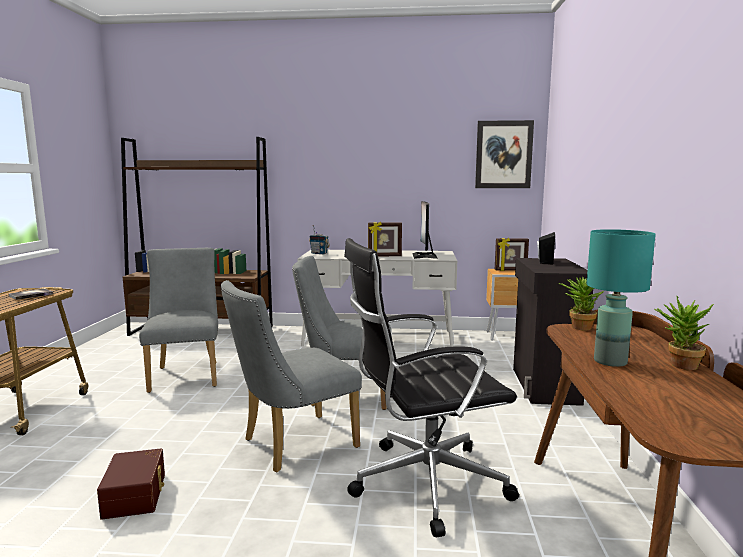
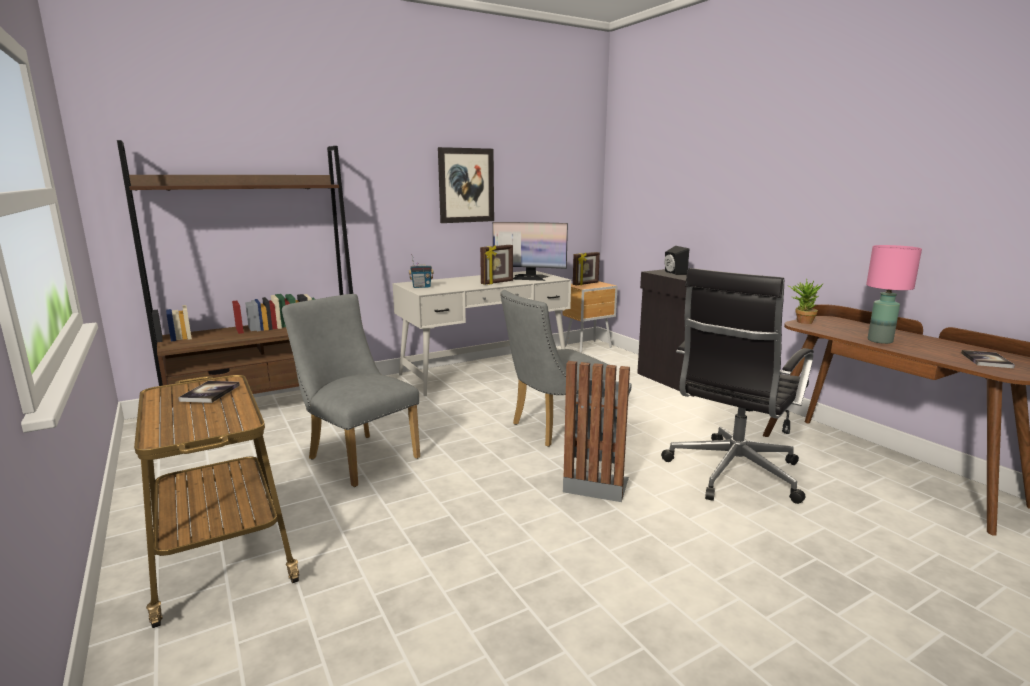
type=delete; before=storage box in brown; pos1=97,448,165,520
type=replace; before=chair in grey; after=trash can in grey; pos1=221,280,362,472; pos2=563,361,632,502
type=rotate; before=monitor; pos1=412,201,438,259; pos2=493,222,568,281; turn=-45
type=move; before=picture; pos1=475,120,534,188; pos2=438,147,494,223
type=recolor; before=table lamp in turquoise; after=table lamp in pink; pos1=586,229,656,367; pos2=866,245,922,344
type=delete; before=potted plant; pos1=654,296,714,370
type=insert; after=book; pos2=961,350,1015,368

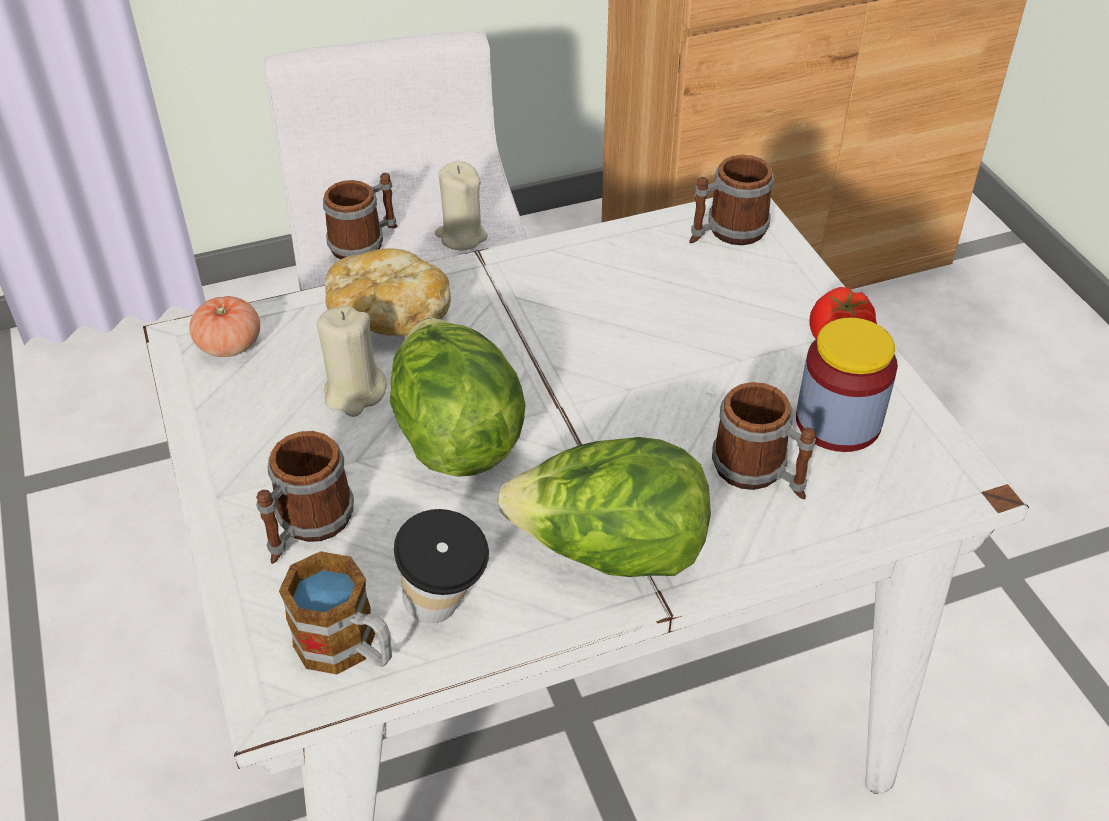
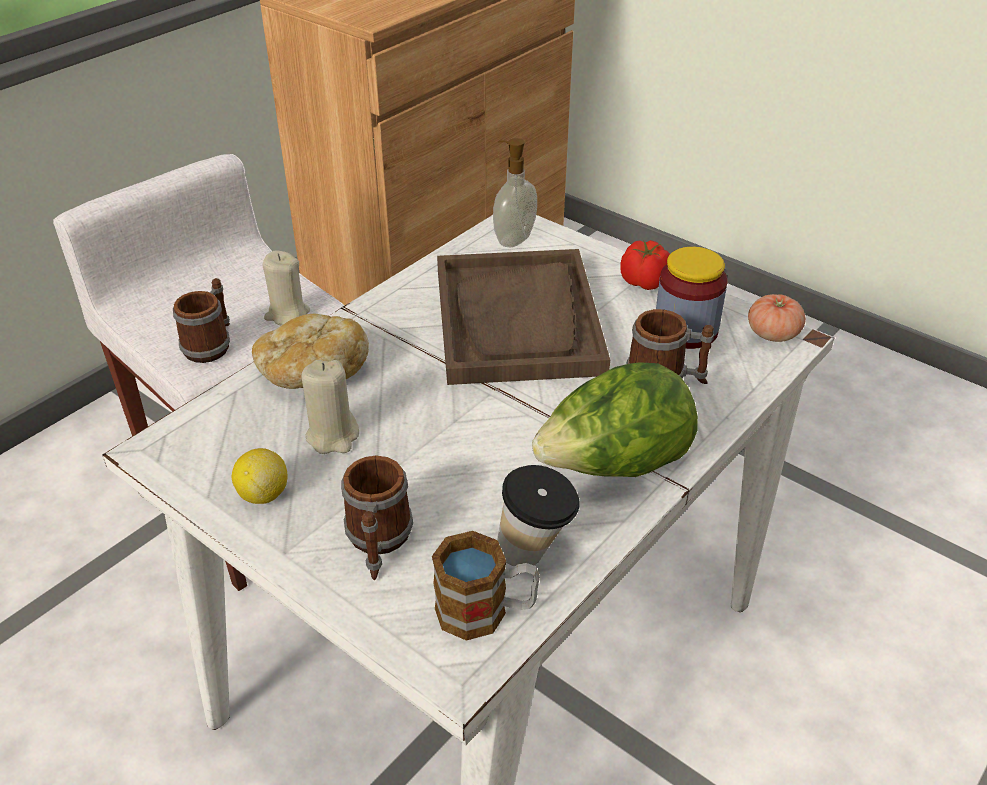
type=move; before=tomato; pos1=189,296,260,357; pos2=748,294,806,342
type=delete; before=lettuce; pos1=390,318,526,477
type=replace; before=mug; after=soap dispenser; pos1=689,155,774,245; pos2=493,138,537,247
type=insert; after=lemon; pos2=232,448,288,504
type=insert; after=tray in brown; pos2=437,249,610,385

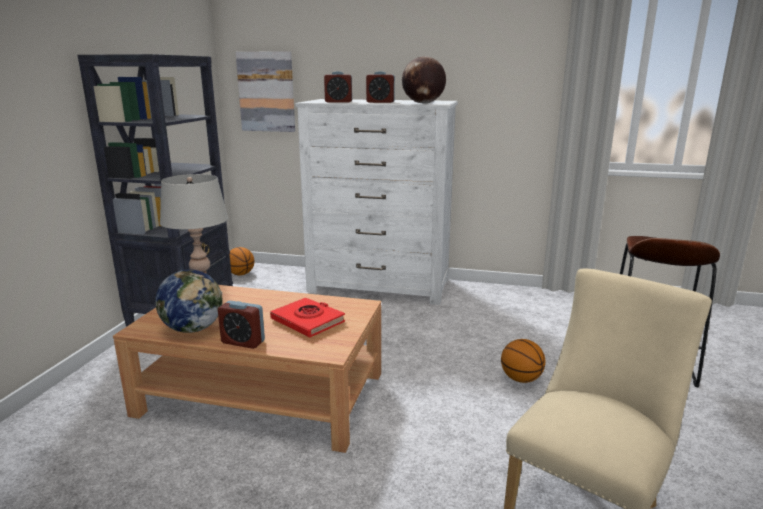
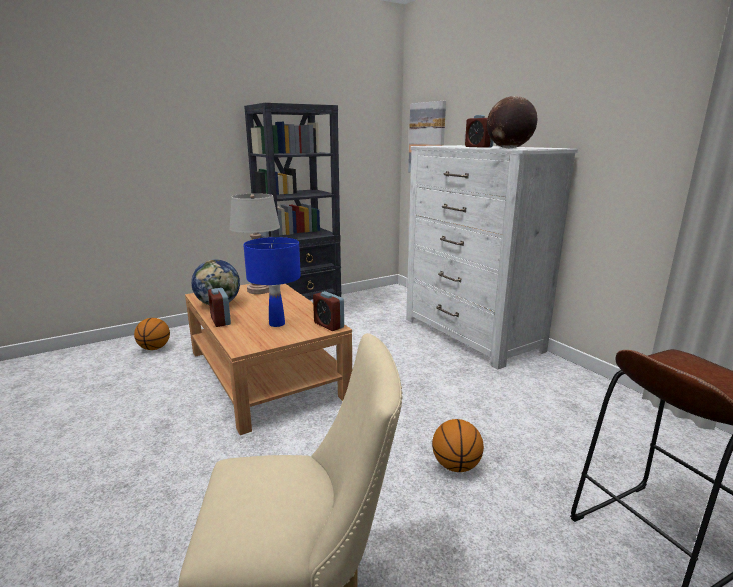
type=move; before=basketball; pos1=230,247,254,276; pos2=134,318,170,350
type=replace; before=book in red; after=table lamp in blue; pos1=270,298,345,337; pos2=243,237,301,327
type=move; before=alarm clock; pos1=324,71,352,103; pos2=313,291,344,331

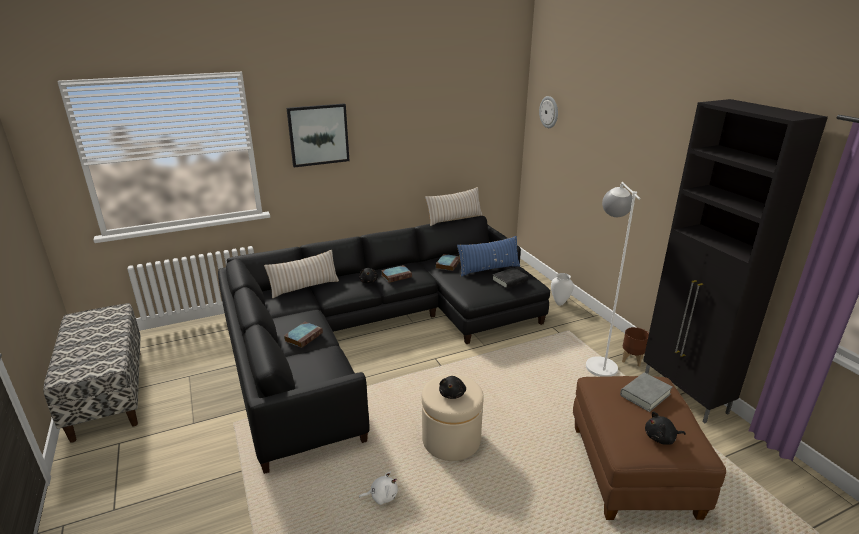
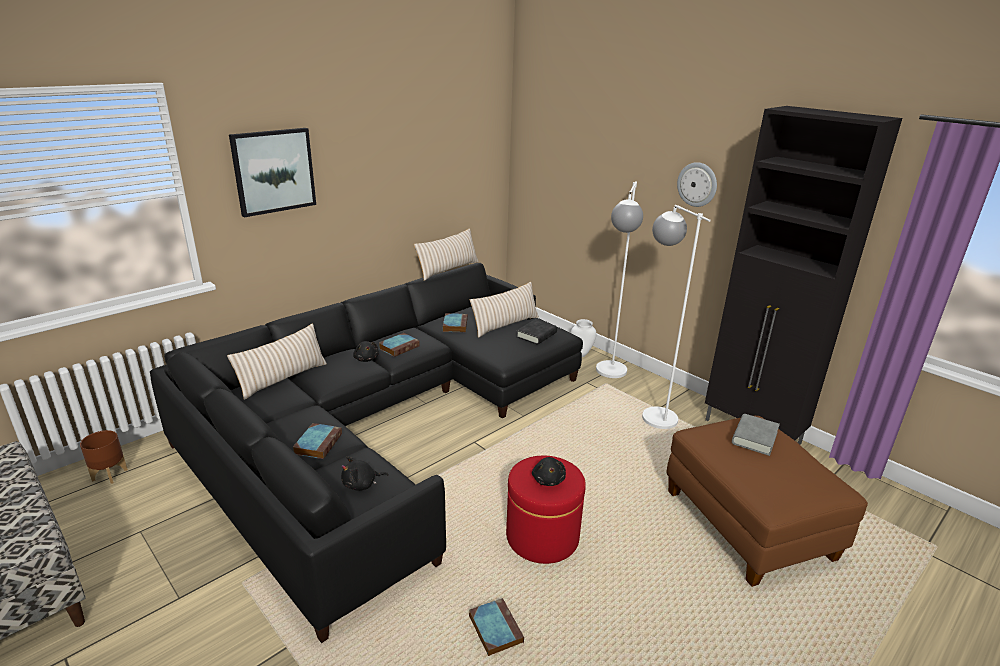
type=replace; before=plush toy in white; after=book; pos1=359,472,398,505; pos2=469,598,524,656
type=recolor; before=ottoman in beige; after=ottoman in red; pos1=422,375,484,461; pos2=506,456,586,564
type=recolor; before=pillow in blue; after=pillow in beige; pos1=457,236,520,277; pos2=470,282,539,338
type=move; before=wall clock; pos1=539,96,558,128; pos2=677,162,717,207
type=move; before=planter in brown; pos1=622,327,649,367; pos2=80,430,128,484
type=move; before=plush toy in black; pos1=645,411,686,445; pos2=341,456,388,491
type=insert; after=floor lamp in white; pos2=596,181,643,378

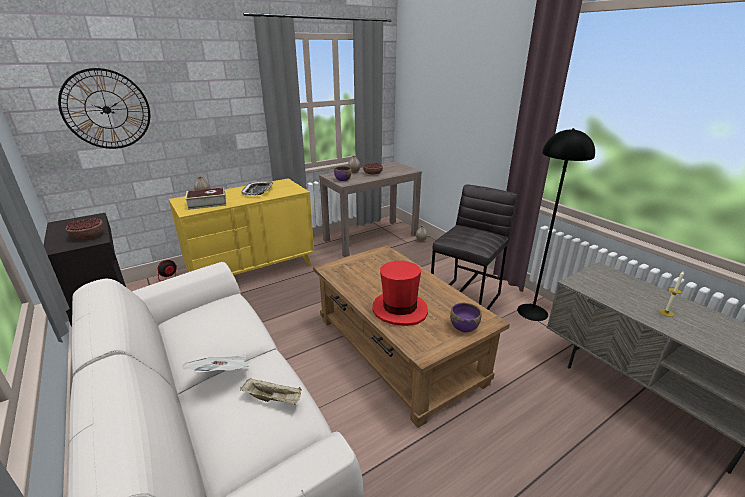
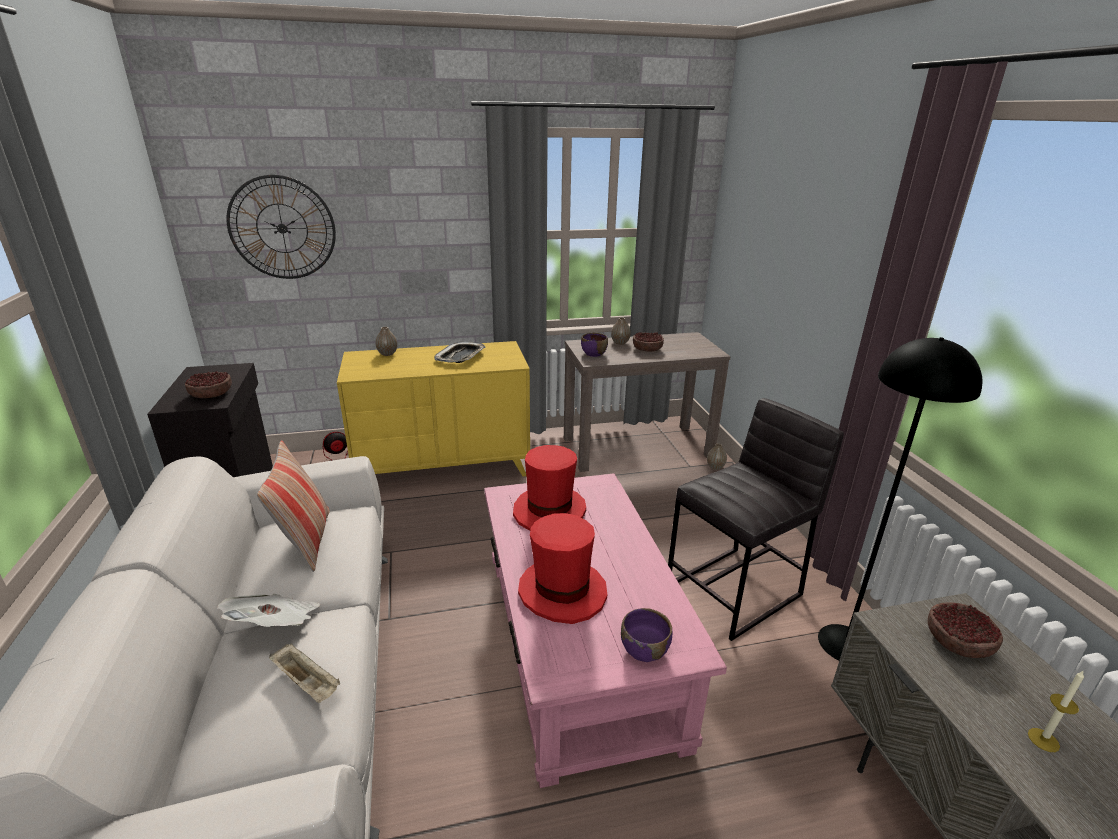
type=delete; before=book; pos1=185,187,227,210
type=recolor; before=coffee table in brown; after=coffee table in pink; pos1=313,245,510,428; pos2=484,473,727,788
type=insert; after=pillow; pos2=257,440,330,572
type=insert; after=hat in red; pos2=513,445,586,531
type=insert; after=bowl; pos2=928,602,1003,658

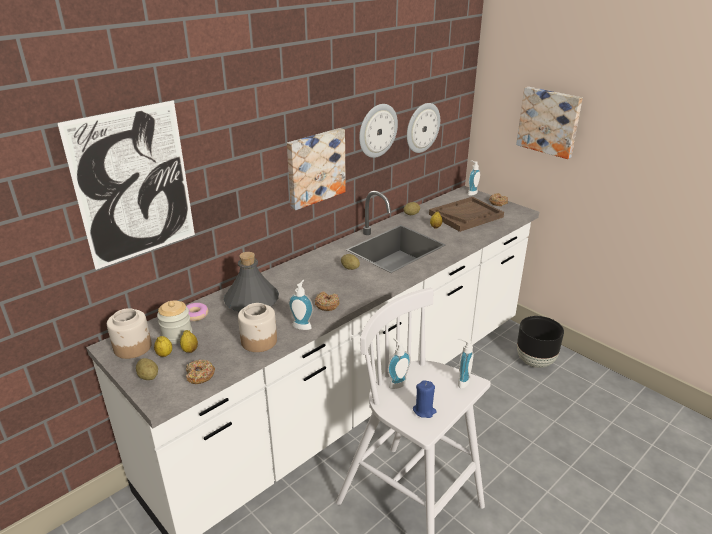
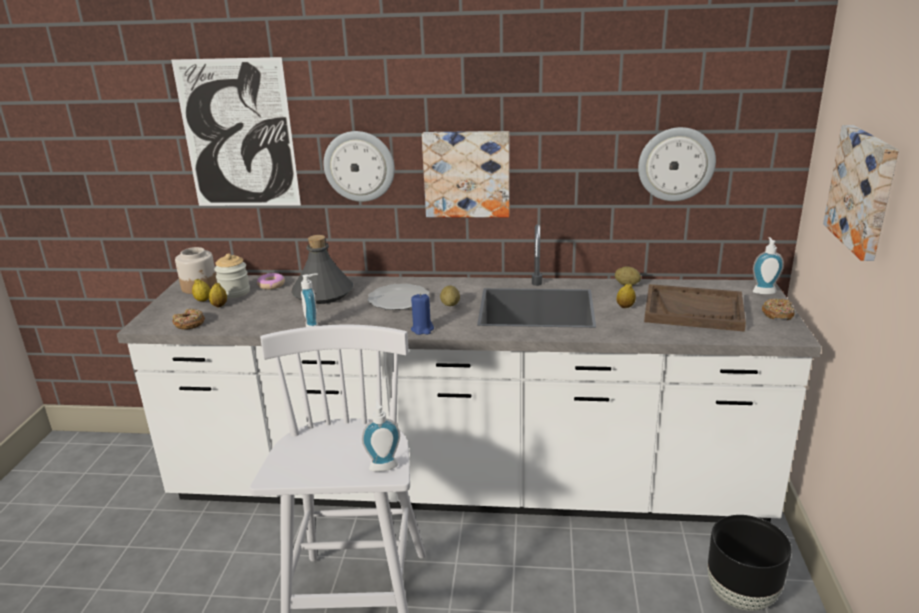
type=delete; before=potato; pos1=136,358,158,380
type=delete; before=jar; pos1=238,303,277,352
type=delete; before=donut; pos1=315,291,340,311
type=move; before=wall clock; pos1=359,104,398,158; pos2=324,131,395,202
type=delete; before=soap dispenser; pos1=388,338,411,389
type=move; before=candle in blue; pos1=413,380,437,418; pos2=411,293,434,335
type=insert; after=plate; pos2=367,283,429,310

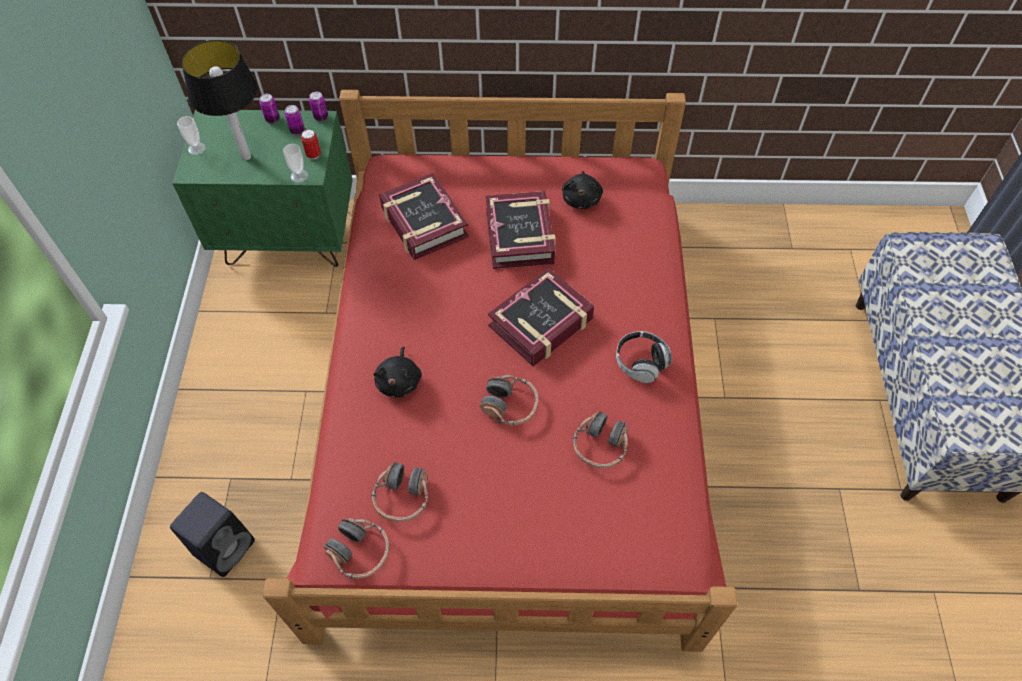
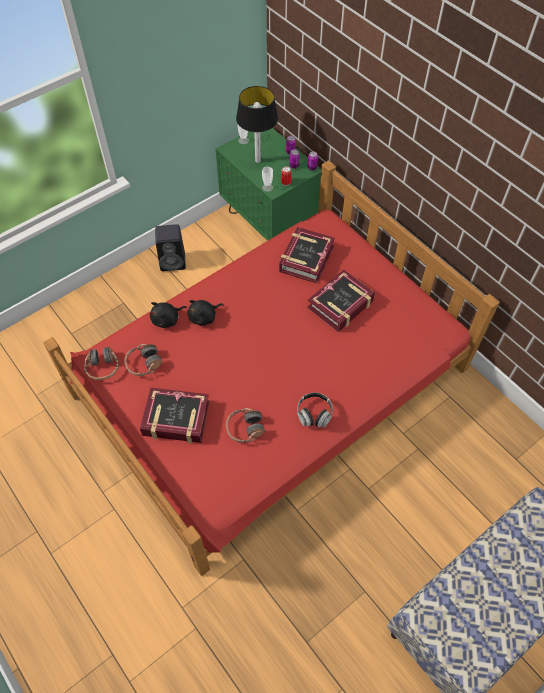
type=move; before=speaker in black; pos1=170,492,255,577; pos2=155,224,186,271
type=delete; before=headphones; pos1=480,375,538,426
type=move; before=book; pos1=488,268,595,367; pos2=140,388,210,443
type=move; before=plush toy in black; pos1=562,171,603,209; pos2=150,302,187,328

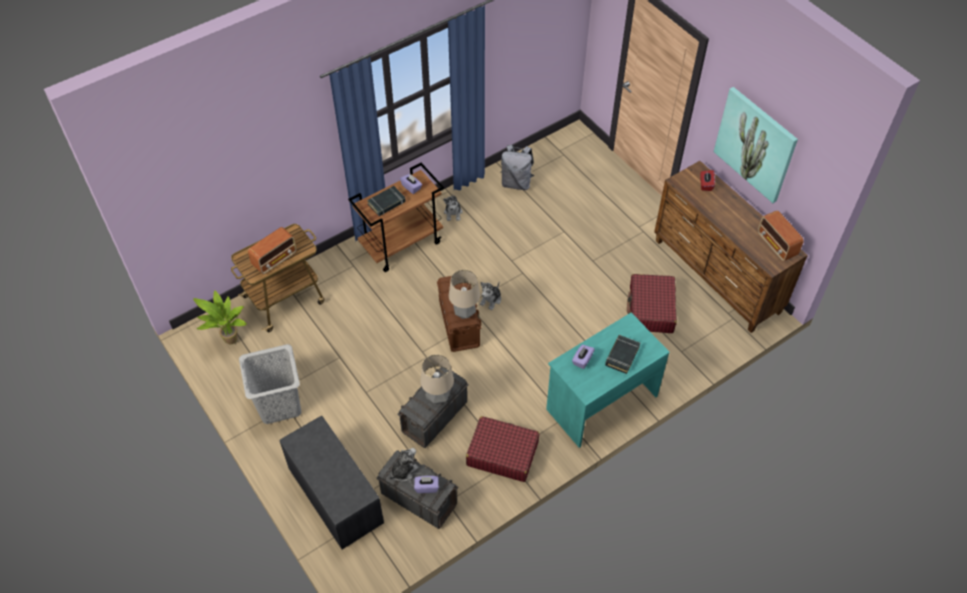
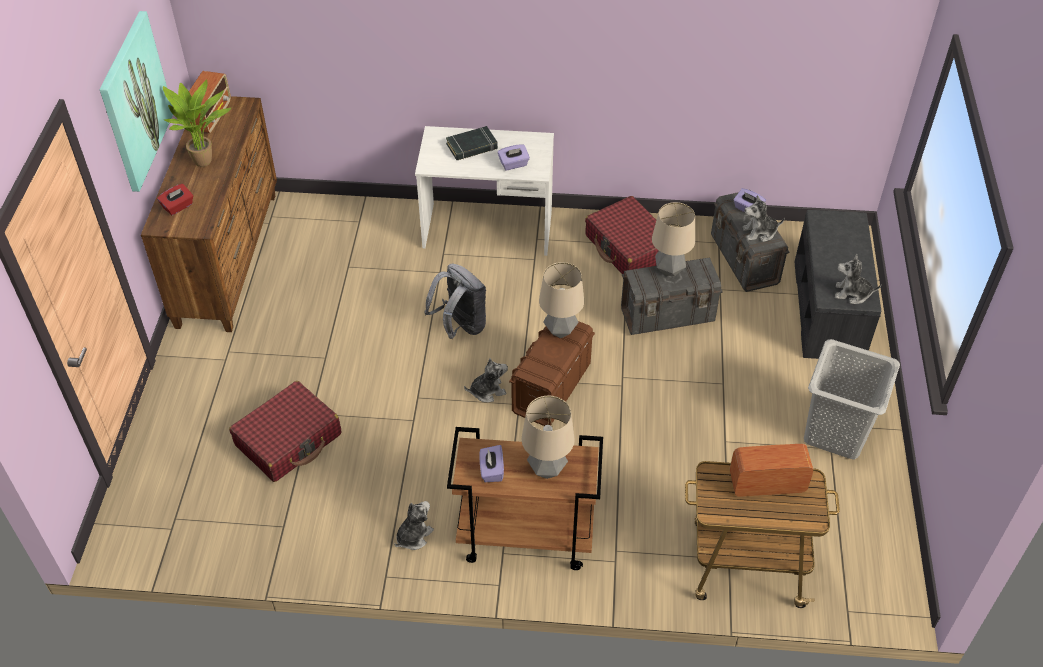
type=move; before=potted plant; pos1=193,290,247,344; pos2=163,79,231,167
type=replace; before=book in black; after=table lamp; pos1=367,186,406,216; pos2=522,396,575,479
type=move; before=backpack in grey; pos1=500,145,534,190; pos2=424,264,486,339
type=recolor; before=desk in turquoise; after=desk in white; pos1=546,313,670,448; pos2=415,126,554,256
type=move; before=suitcase in red; pos1=627,274,677,333; pos2=229,381,342,482
type=insert; after=plush toy; pos2=835,254,881,304

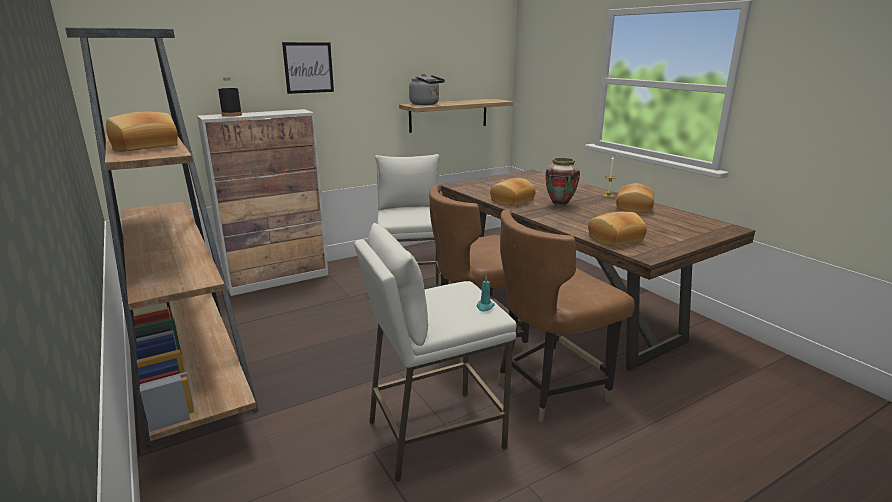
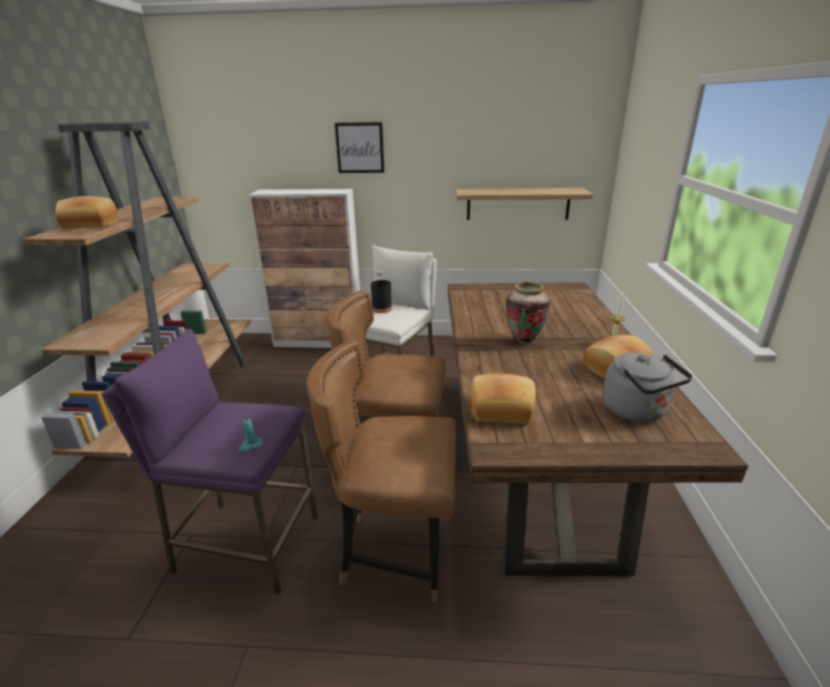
type=move; before=bottle in black; pos1=218,77,242,117; pos2=371,271,392,313
type=recolor; before=stool in white; after=stool in purple; pos1=354,223,517,482; pos2=102,329,318,595
type=move; before=kettle in grey; pos1=409,74,445,105; pos2=603,353,692,422
type=delete; before=bread; pos1=490,178,536,206

